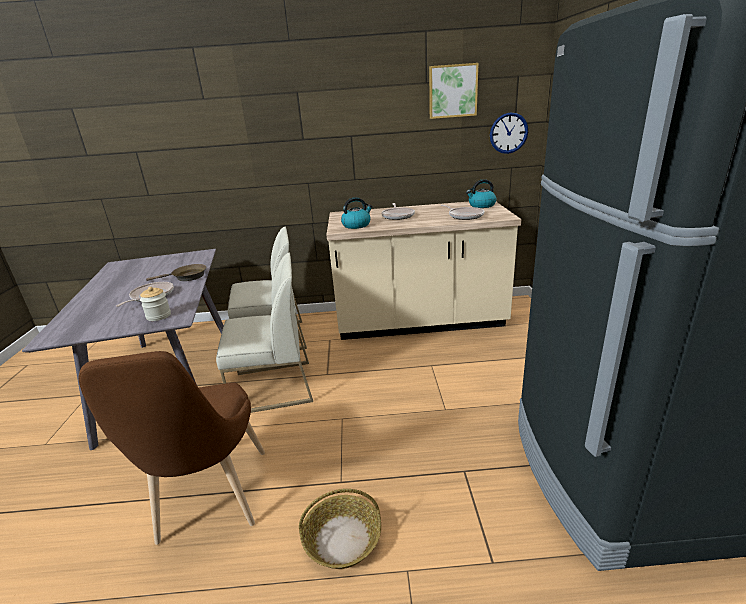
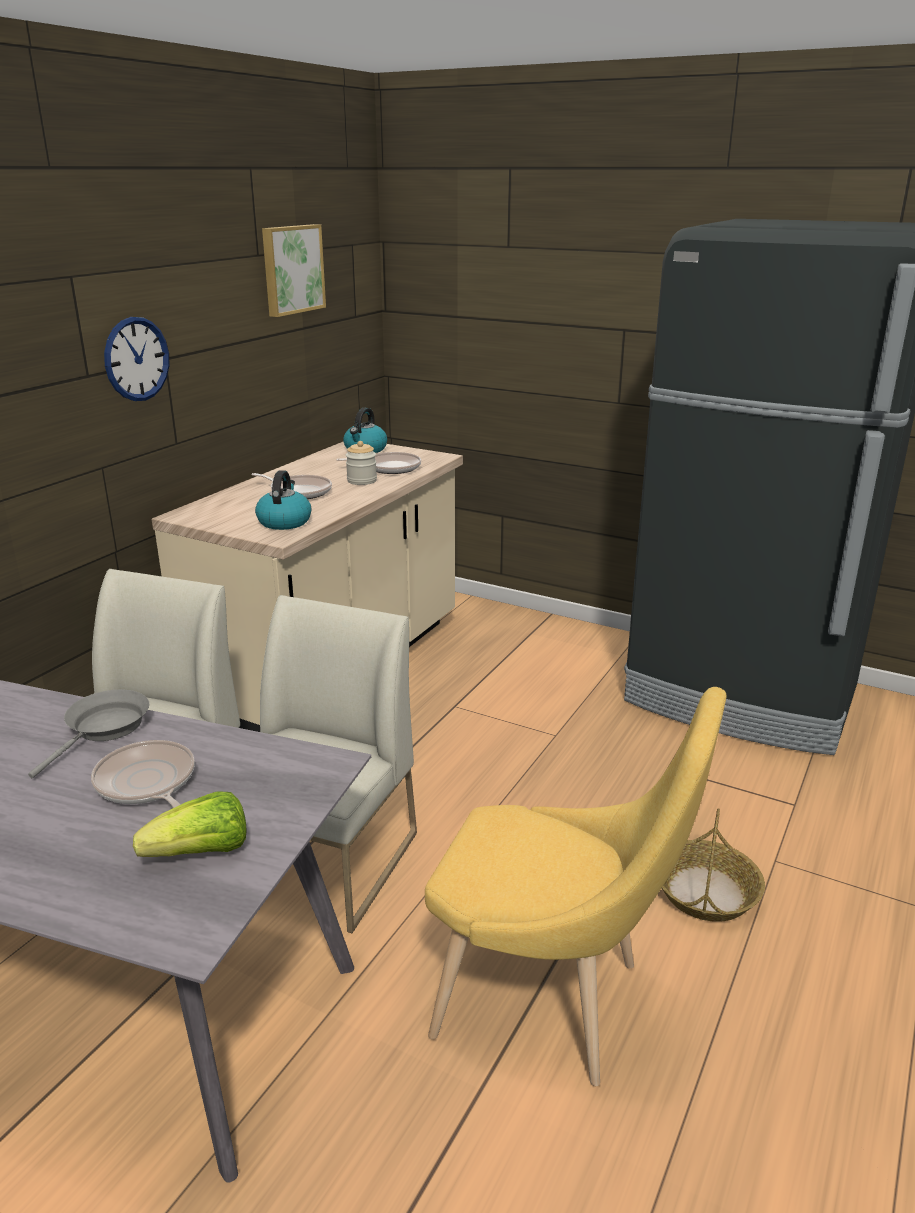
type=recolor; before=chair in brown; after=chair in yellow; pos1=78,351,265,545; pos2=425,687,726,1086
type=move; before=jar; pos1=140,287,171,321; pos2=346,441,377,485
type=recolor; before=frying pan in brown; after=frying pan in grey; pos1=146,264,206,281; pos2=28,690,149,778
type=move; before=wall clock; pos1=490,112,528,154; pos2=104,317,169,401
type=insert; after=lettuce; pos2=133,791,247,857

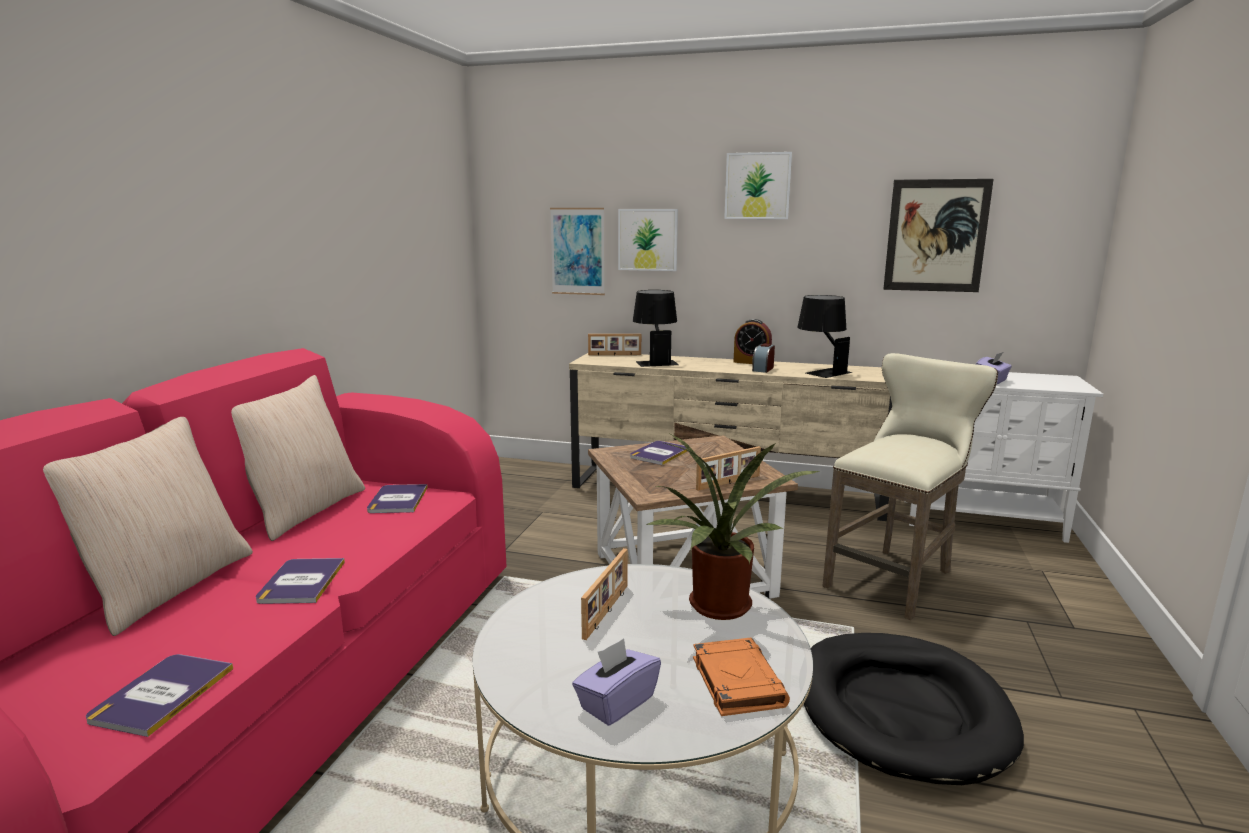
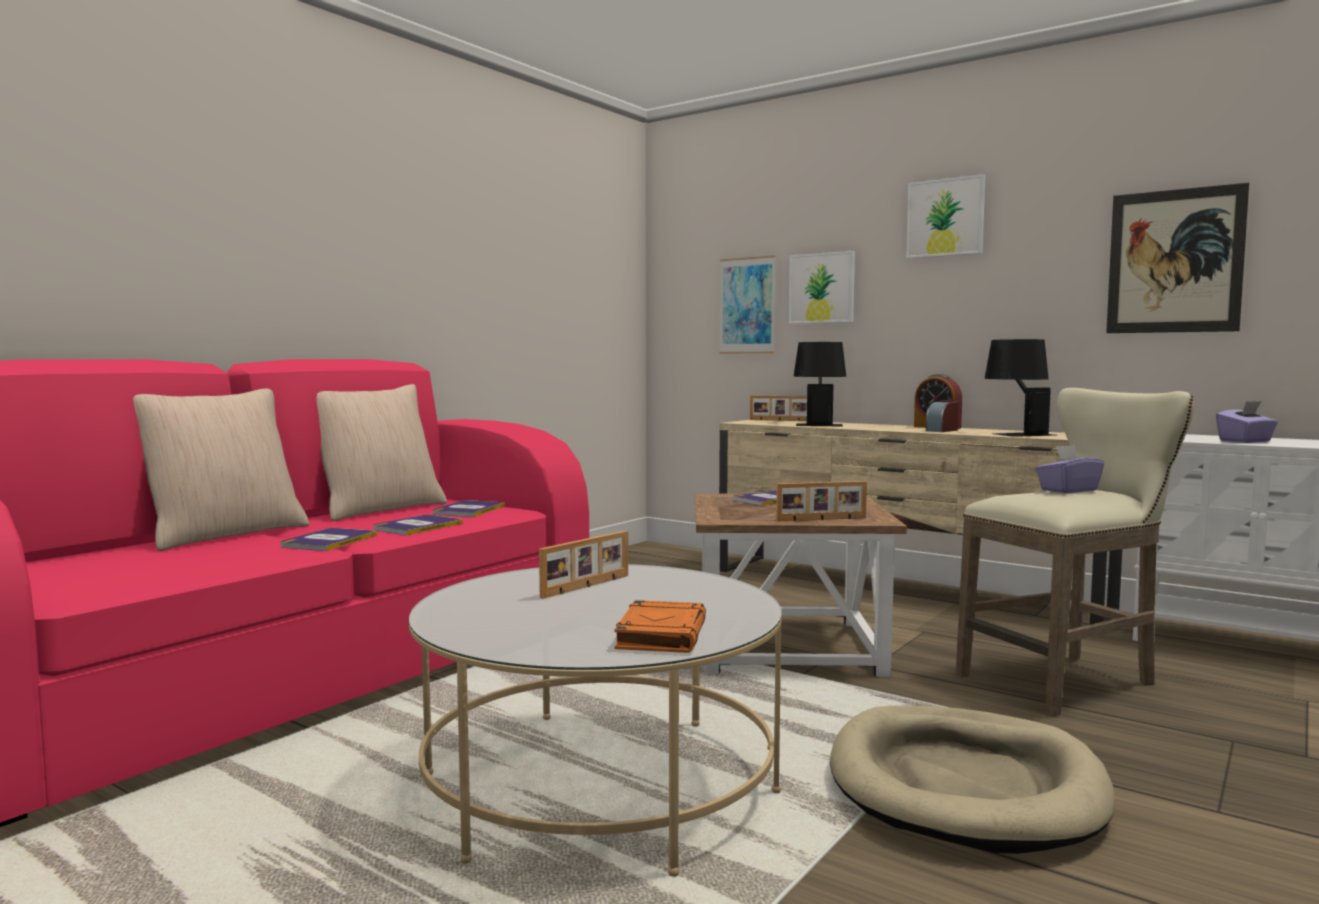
type=move; before=book; pos1=86,654,233,737; pos2=373,515,463,535
type=move; before=tissue box in purple; pos1=572,638,661,726; pos2=1036,445,1104,493
type=delete; before=potted plant; pos1=645,434,822,620
type=recolor; before=dog bed in black; after=dog bed in beige; pos1=804,633,1024,785; pos2=830,706,1115,854

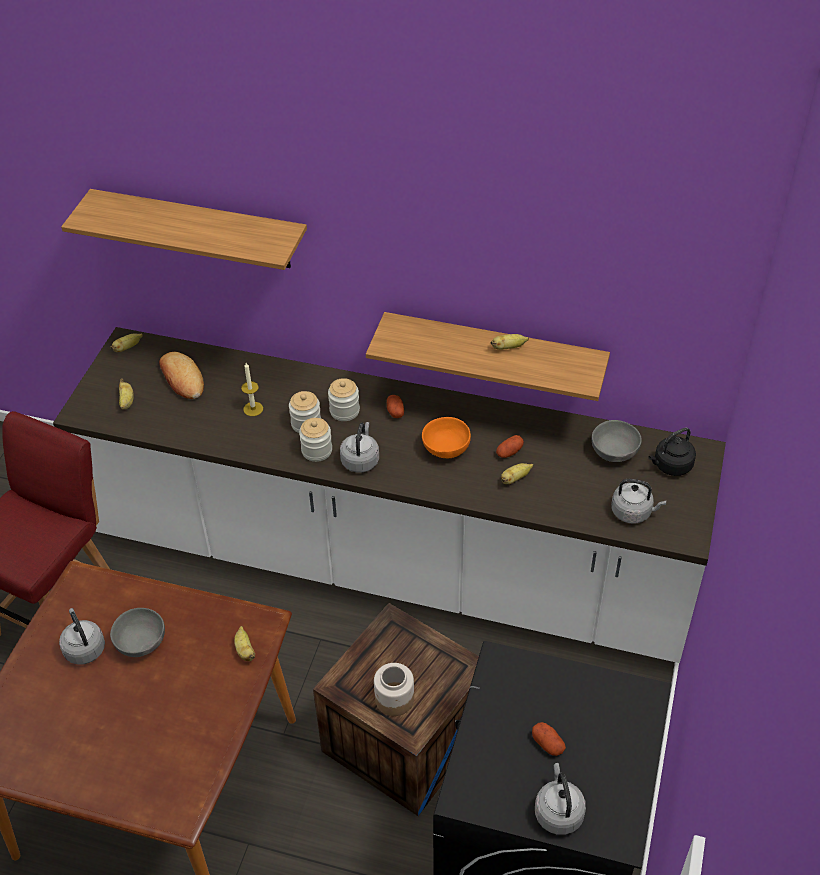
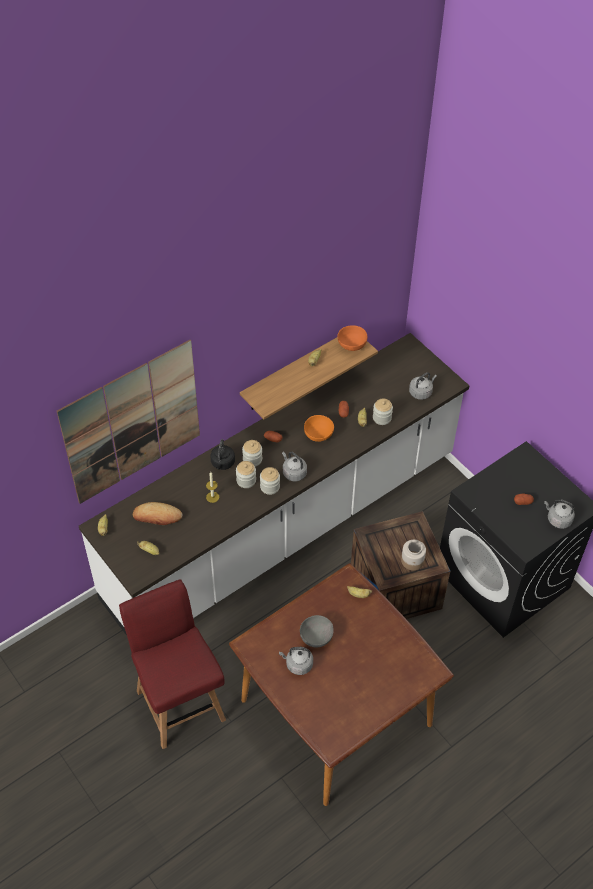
type=replace; before=shelf; after=picture; pos1=61,189,307,270; pos2=57,340,200,504
type=delete; before=bowl in grey; pos1=592,420,642,462
type=move; before=kettle in black; pos1=648,428,696,476; pos2=211,439,235,470
type=insert; after=bowl in orange; pos2=337,325,367,351
type=insert; after=jar; pos2=373,399,393,425

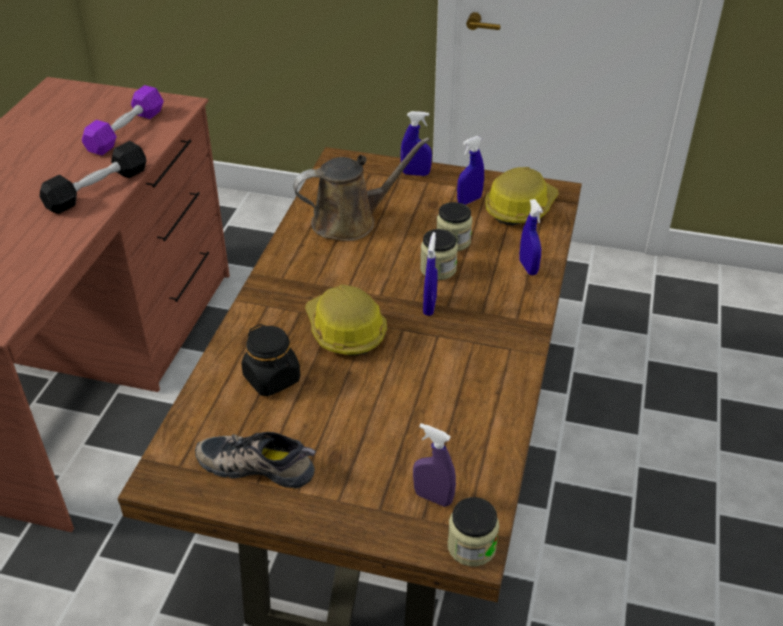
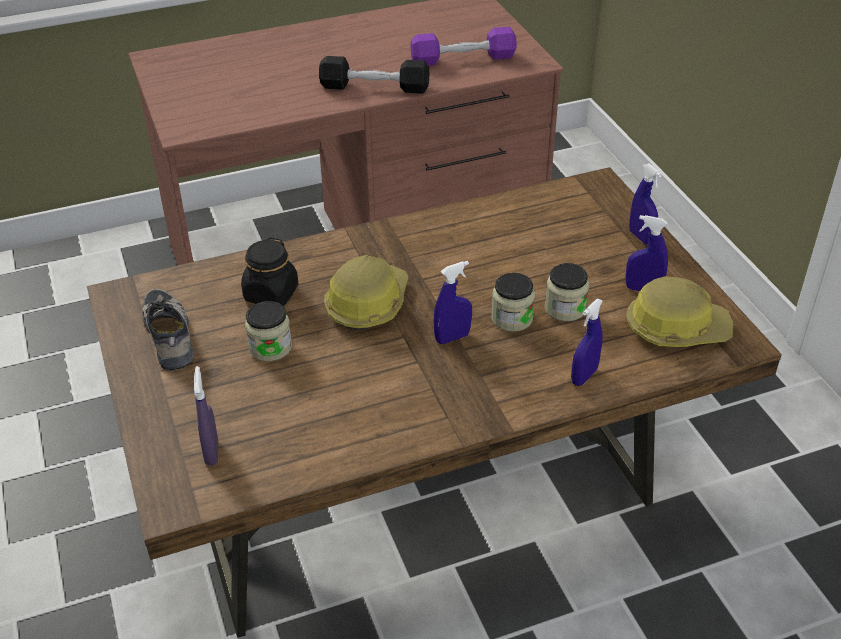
type=delete; before=watering can in brown; pos1=293,138,430,241
type=move; before=jar; pos1=448,497,499,566; pos2=245,301,292,361

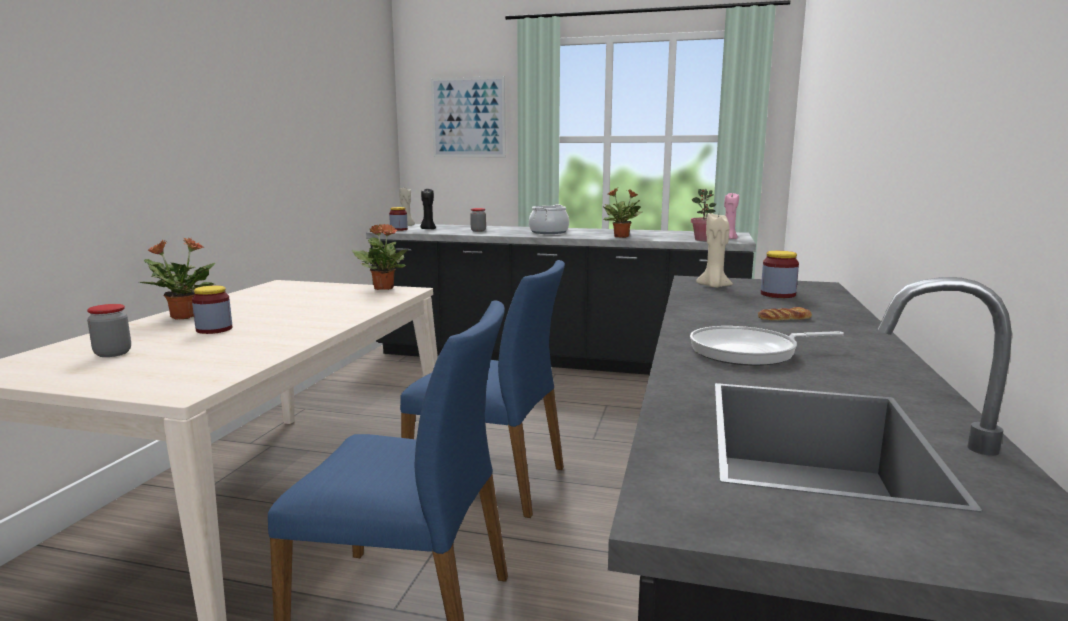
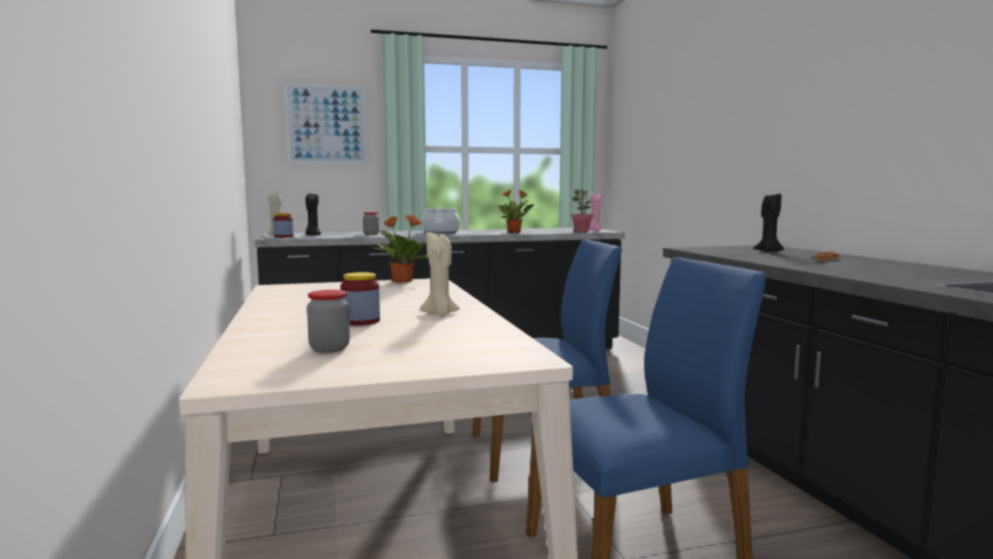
type=delete; before=potted plant; pos1=139,238,216,320
type=delete; before=frying pan; pos1=690,326,844,366
type=move; before=candle in beige; pos1=696,213,733,288; pos2=420,232,460,315
type=replace; before=jar; after=candle in black; pos1=761,251,799,298; pos2=754,193,784,252

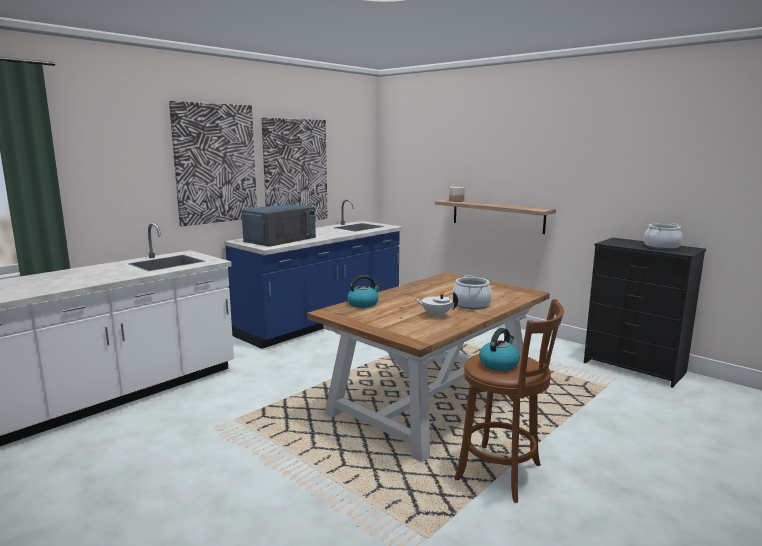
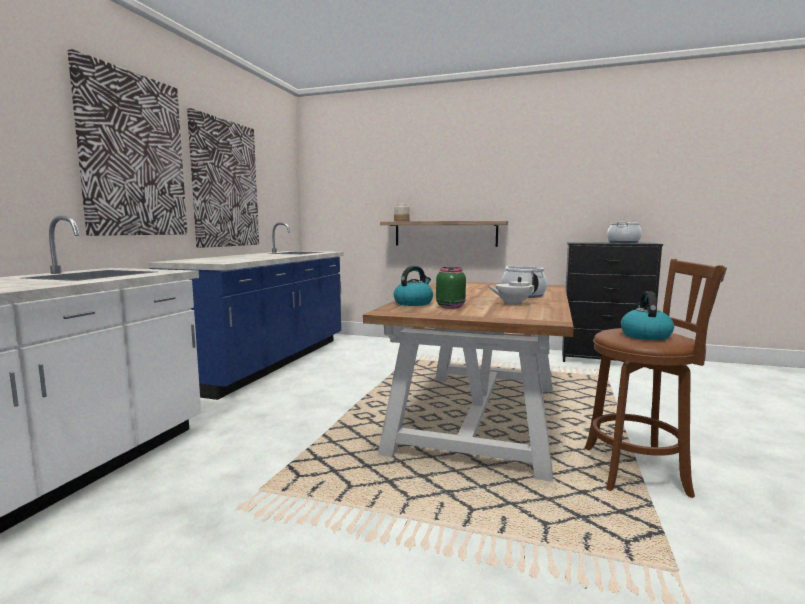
type=delete; before=microwave in blue; pos1=242,204,316,247
type=insert; after=jar in green; pos2=436,267,466,309

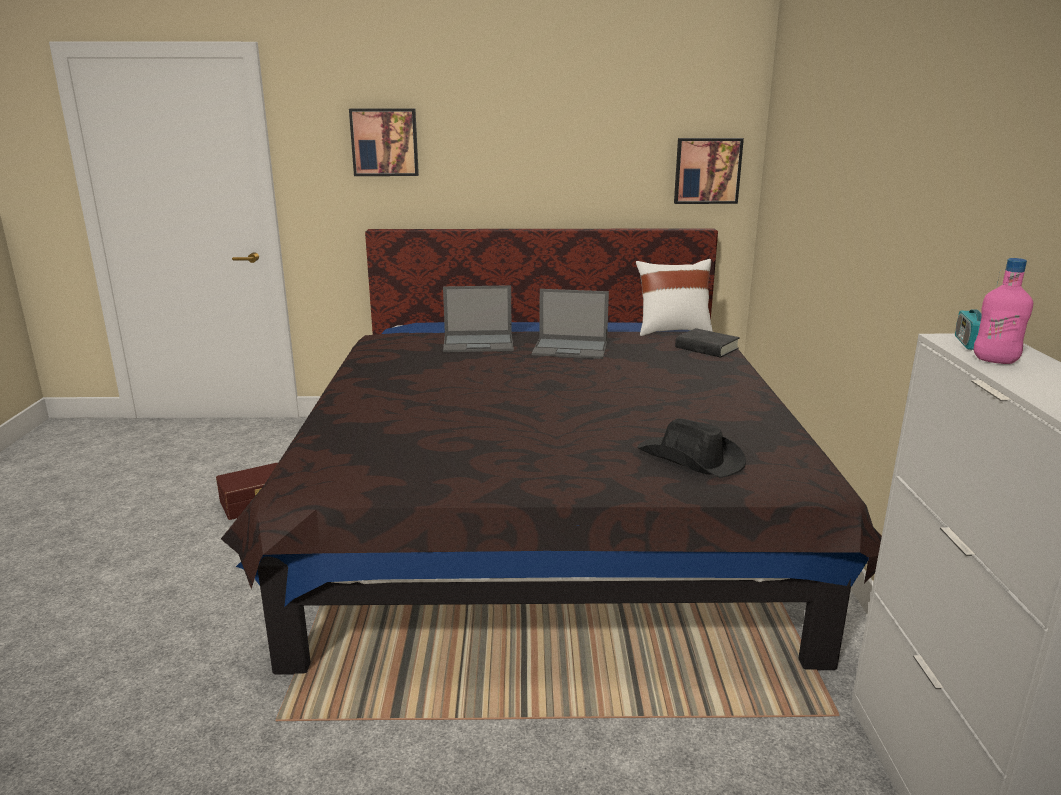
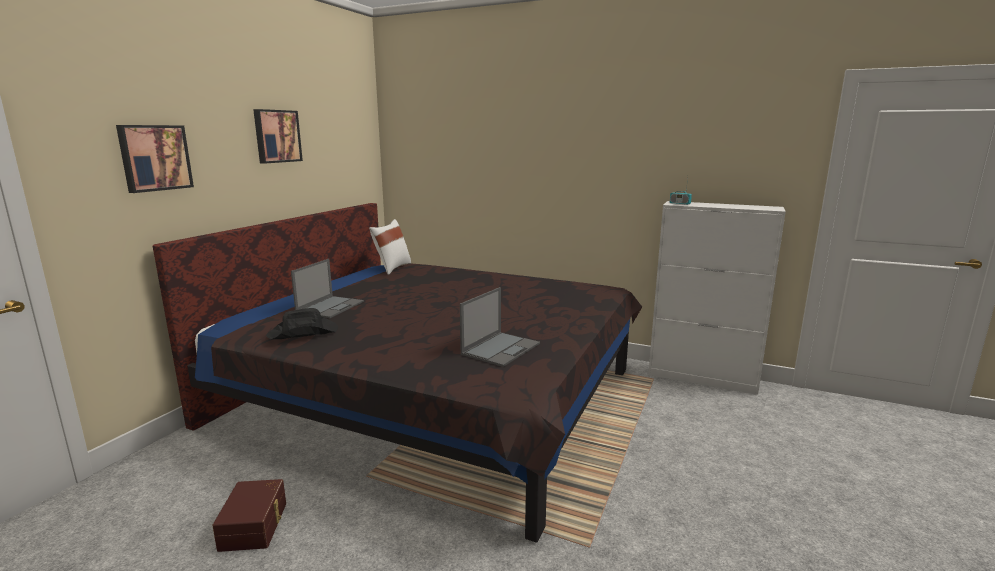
type=move; before=laptop; pos1=532,289,609,359; pos2=460,287,540,367
type=move; before=hat in black; pos1=637,418,746,478; pos2=266,308,338,339
type=move; before=picture; pos1=674,138,744,204; pos2=253,109,303,164
type=delete; before=book in black; pos1=675,328,740,358
type=delete; before=bottle in pink; pos1=974,258,1033,364

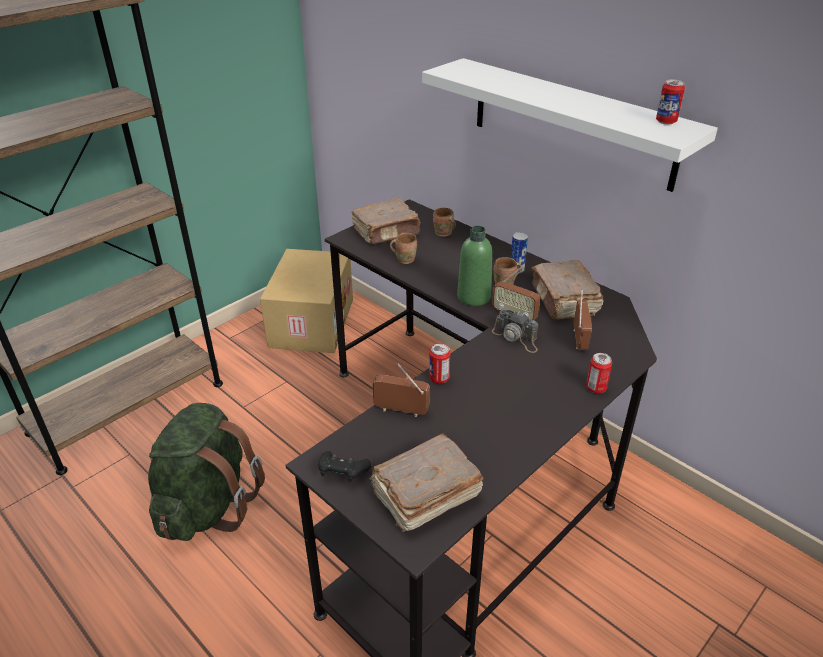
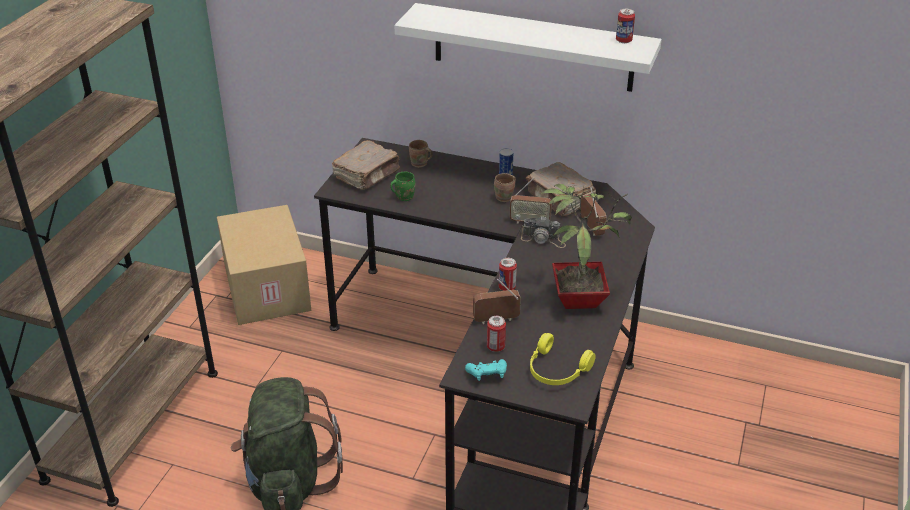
type=recolor; before=game controller in black; after=game controller in turquoise; pos1=318,451,371,482; pos2=465,359,507,381
type=replace; before=book in brown; after=headphones in yellow; pos1=370,433,483,532; pos2=530,333,596,385
type=recolor; before=mug in brown; after=mug in green; pos1=390,233,417,264; pos2=390,172,415,201
type=delete; before=bottle in green; pos1=457,226,492,306
type=move; before=can; pos1=586,353,612,393; pos2=487,316,506,352
type=insert; after=potted plant; pos2=541,184,632,309

